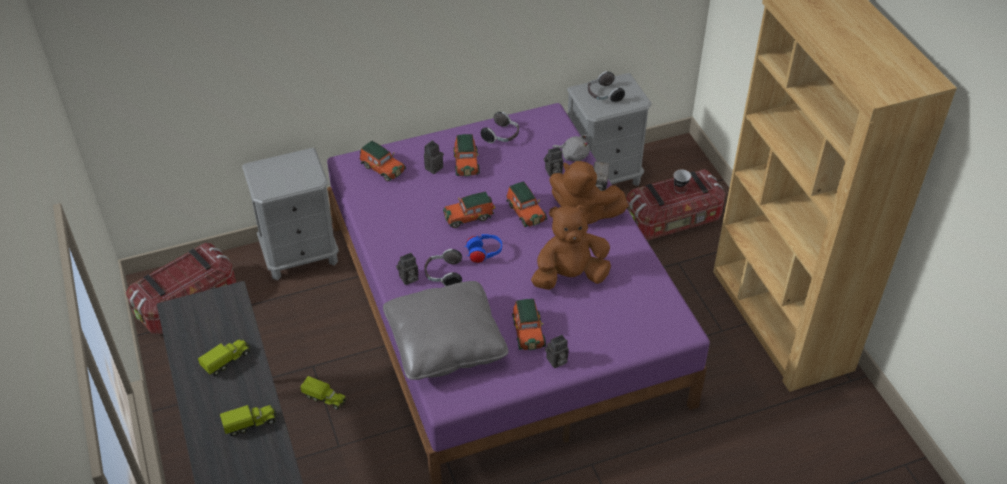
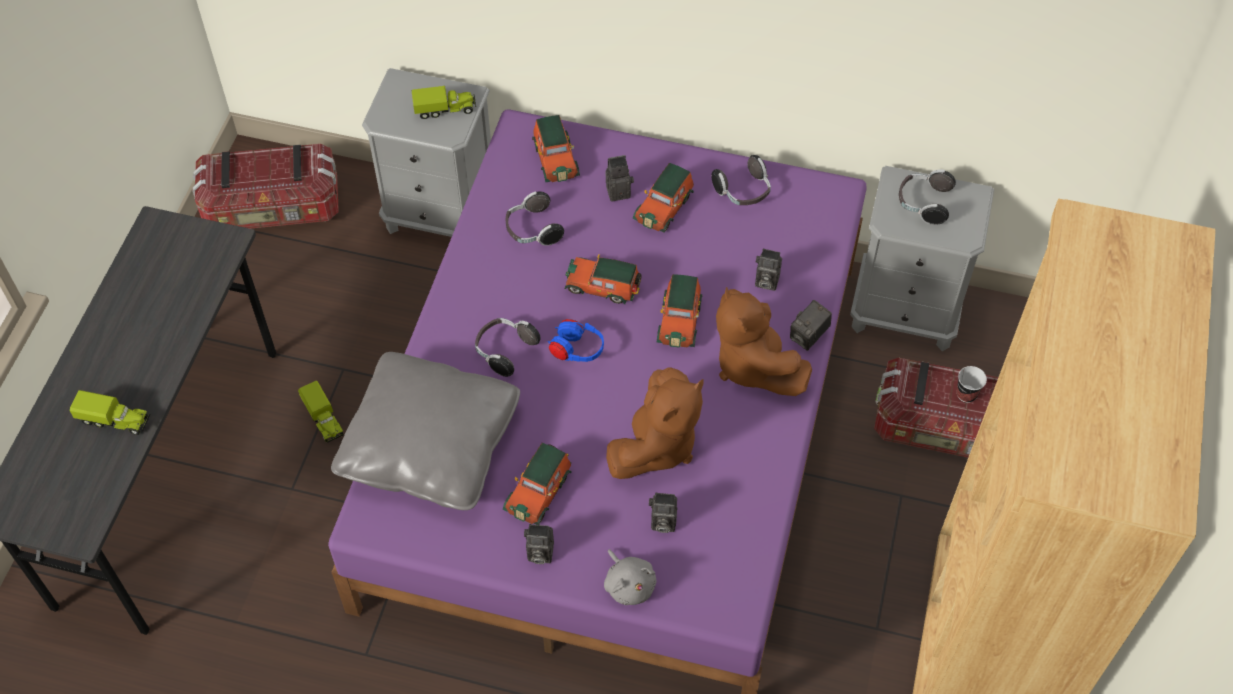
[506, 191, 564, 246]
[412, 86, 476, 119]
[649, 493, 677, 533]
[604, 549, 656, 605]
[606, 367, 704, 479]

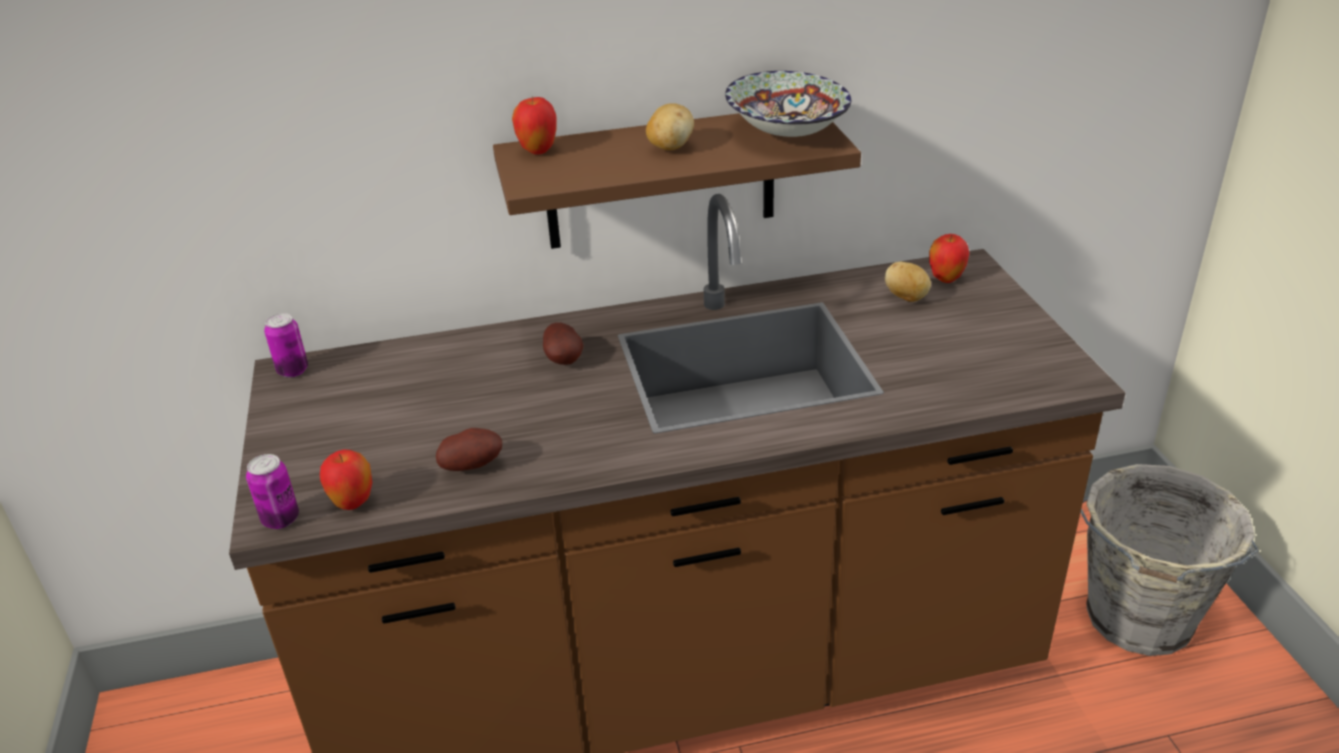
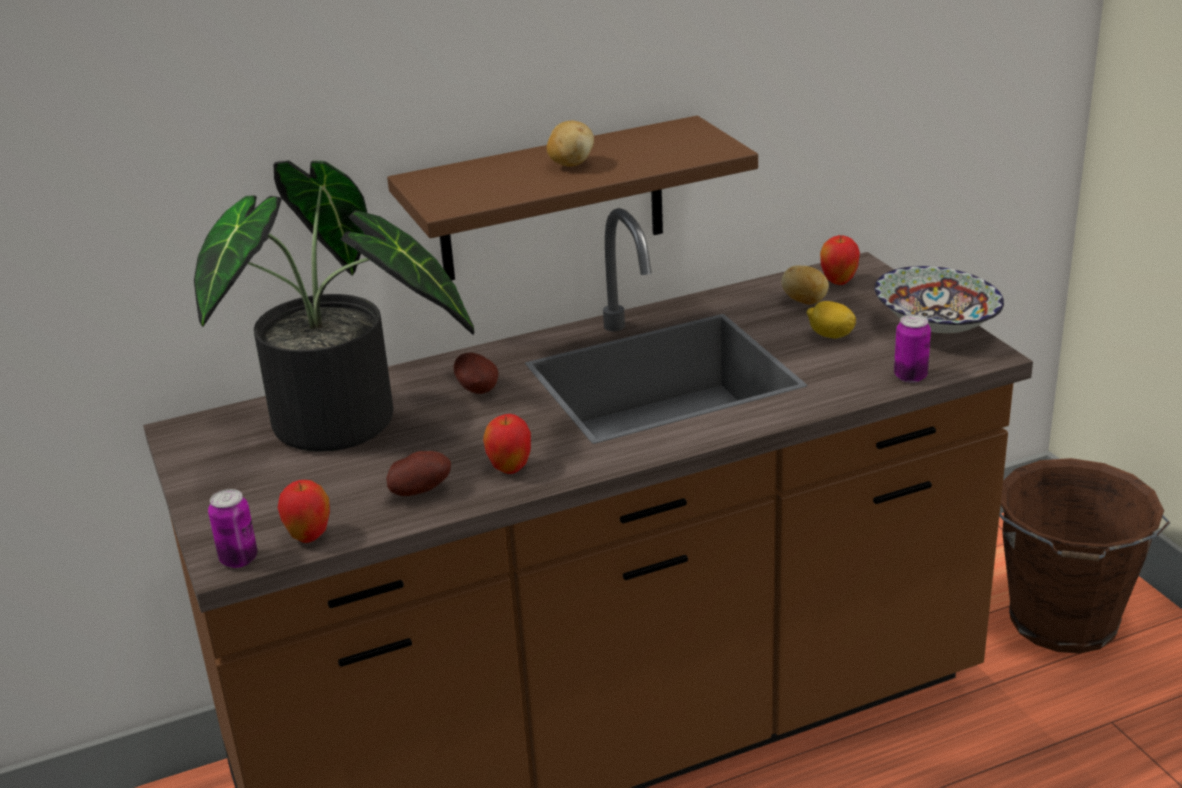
[194, 160, 474, 452]
[807, 301, 856, 339]
[894, 314, 931, 383]
[483, 414, 531, 474]
[874, 266, 1004, 333]
[999, 458, 1170, 653]

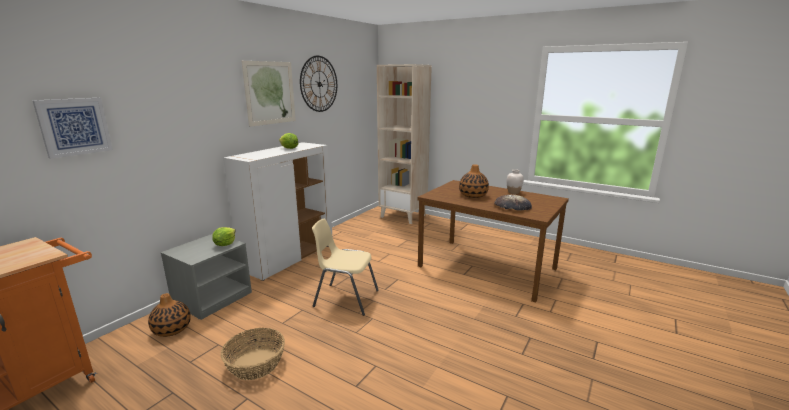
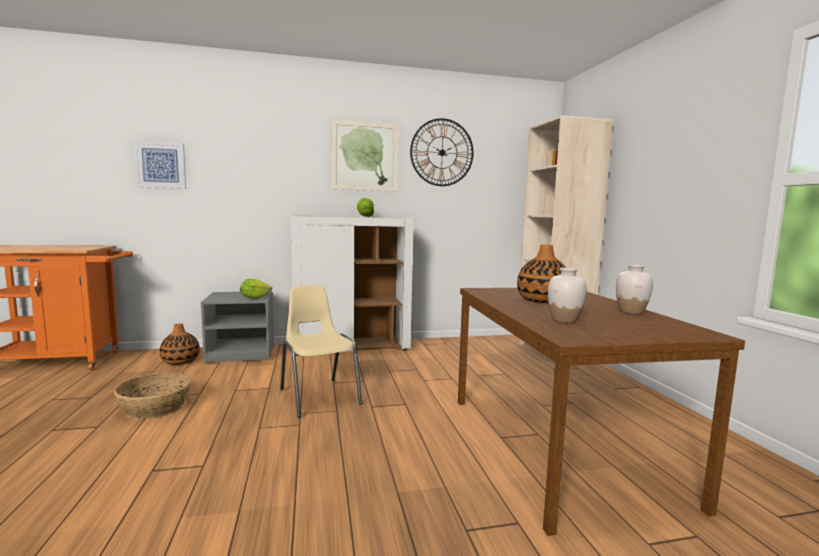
[548, 268, 587, 323]

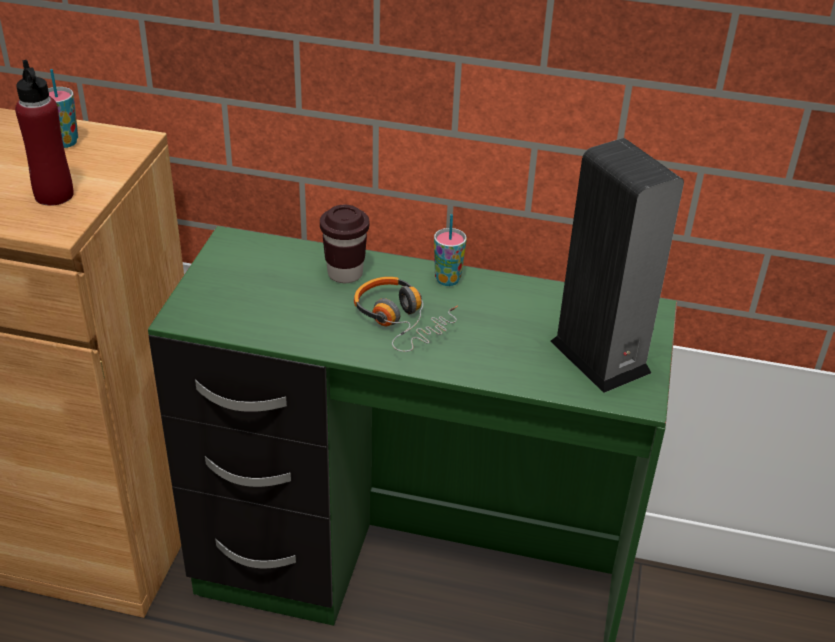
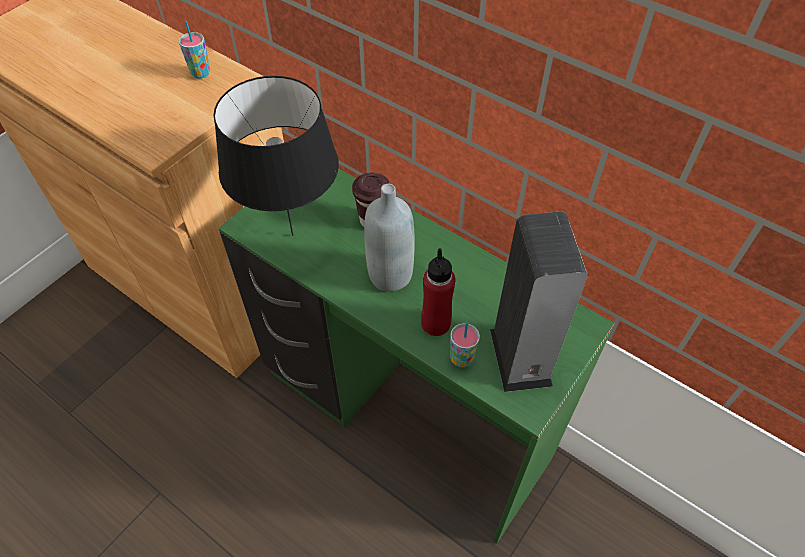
[214, 76, 339, 236]
[421, 248, 455, 336]
[450, 322, 480, 368]
[364, 184, 415, 292]

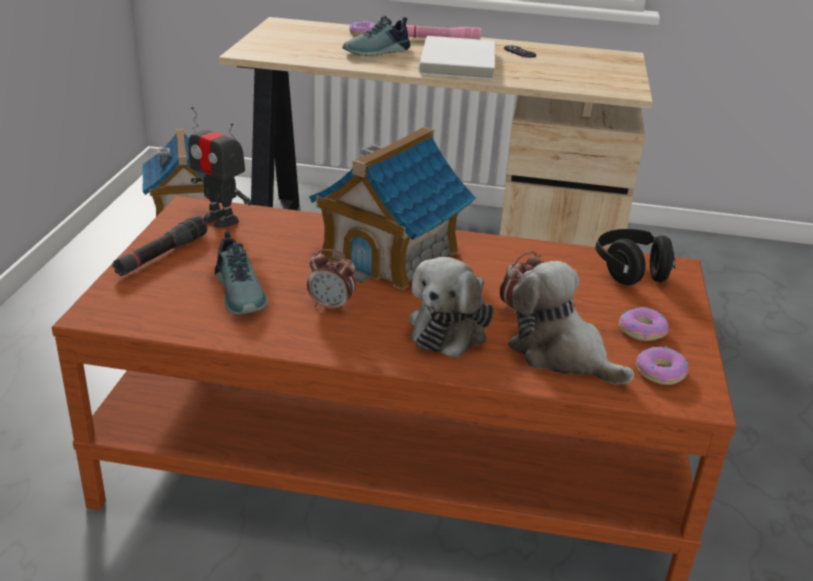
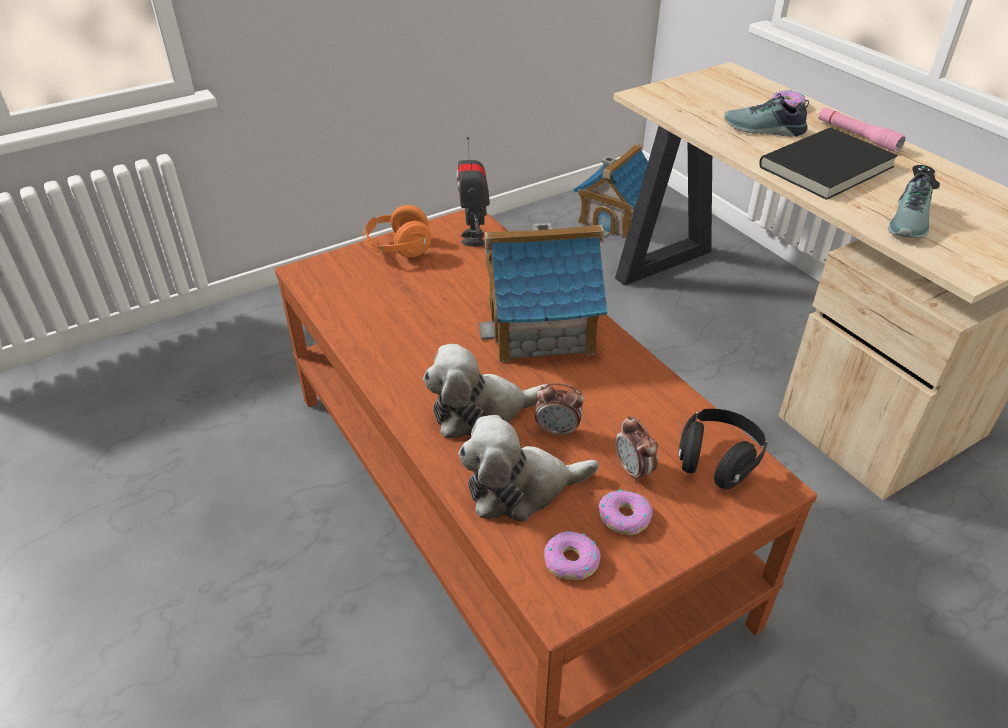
[888, 167, 933, 238]
[615, 415, 658, 483]
[363, 205, 431, 257]
[759, 127, 898, 200]
[458, 415, 599, 522]

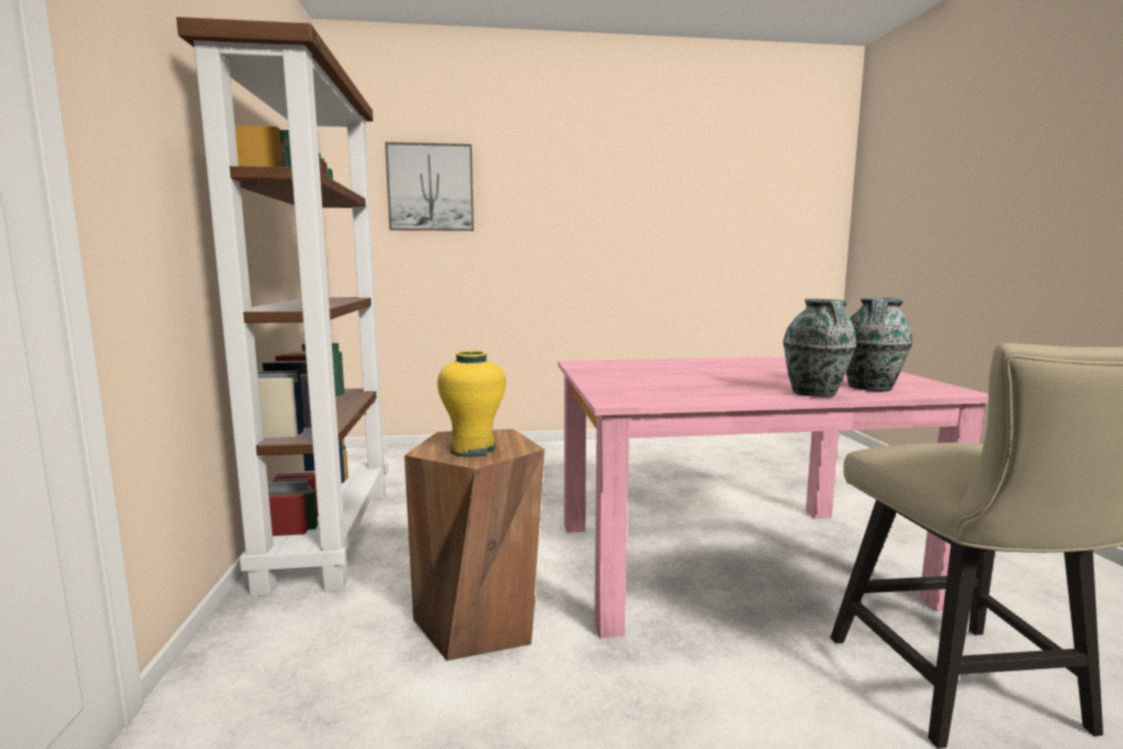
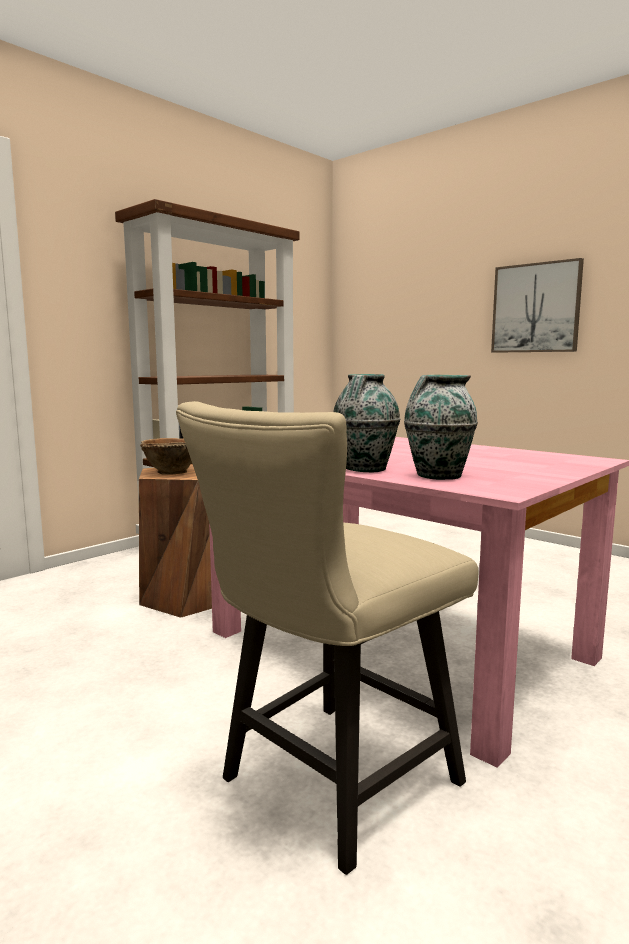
[491, 258, 584, 353]
[140, 438, 192, 475]

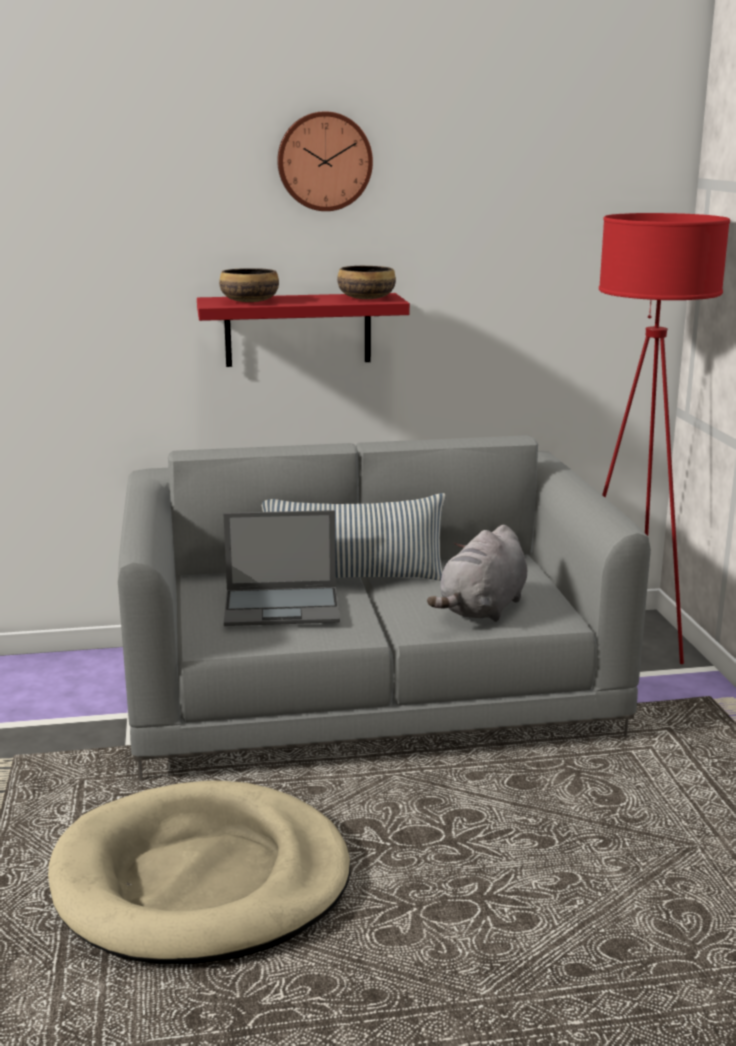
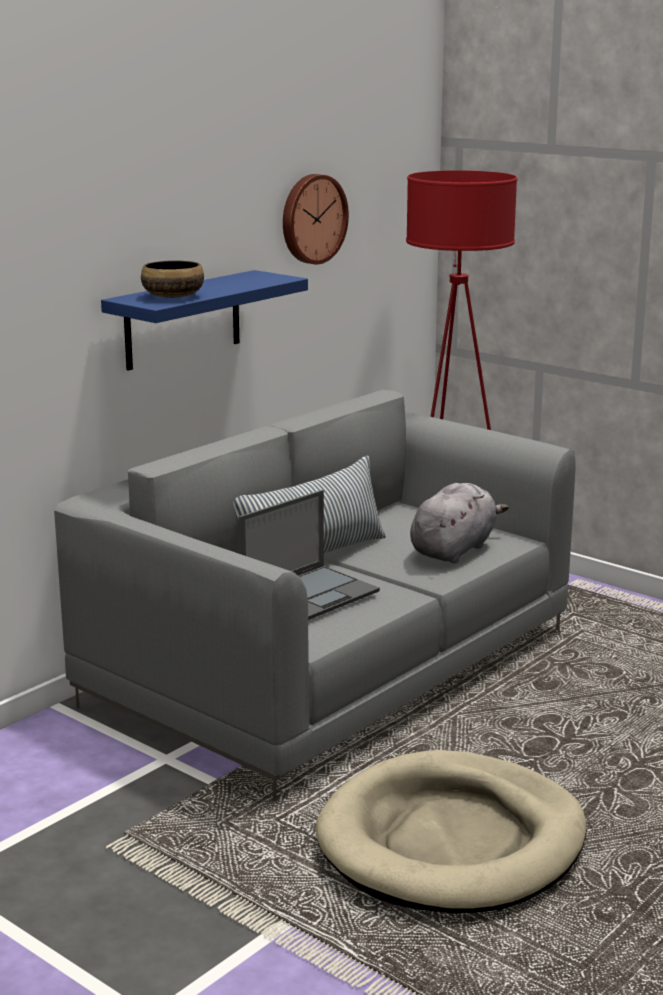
[337, 266, 396, 299] (first image)
[283, 174, 349, 264]
[101, 270, 308, 370]
[410, 483, 509, 563]

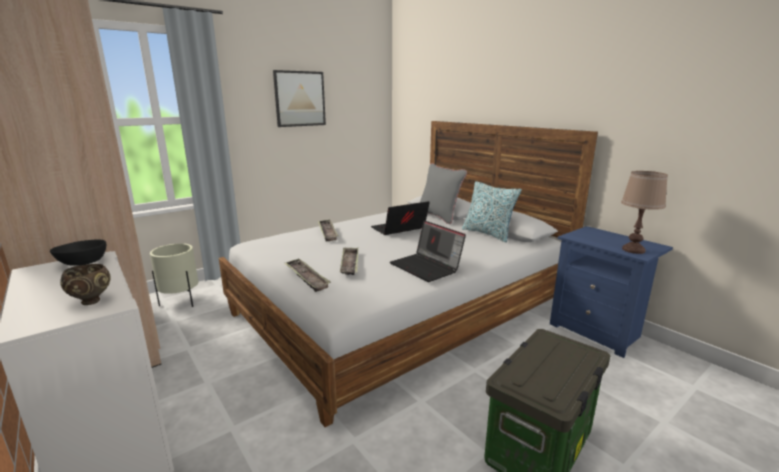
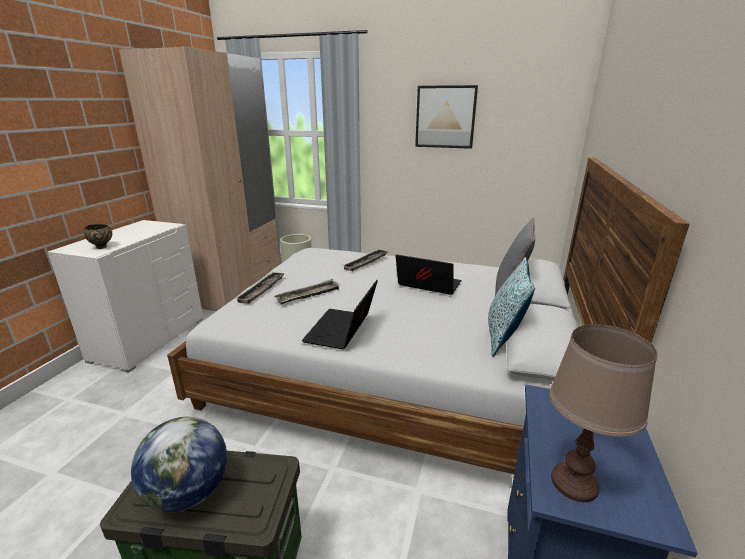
[50, 239, 106, 266] (first image)
[131, 417, 227, 513]

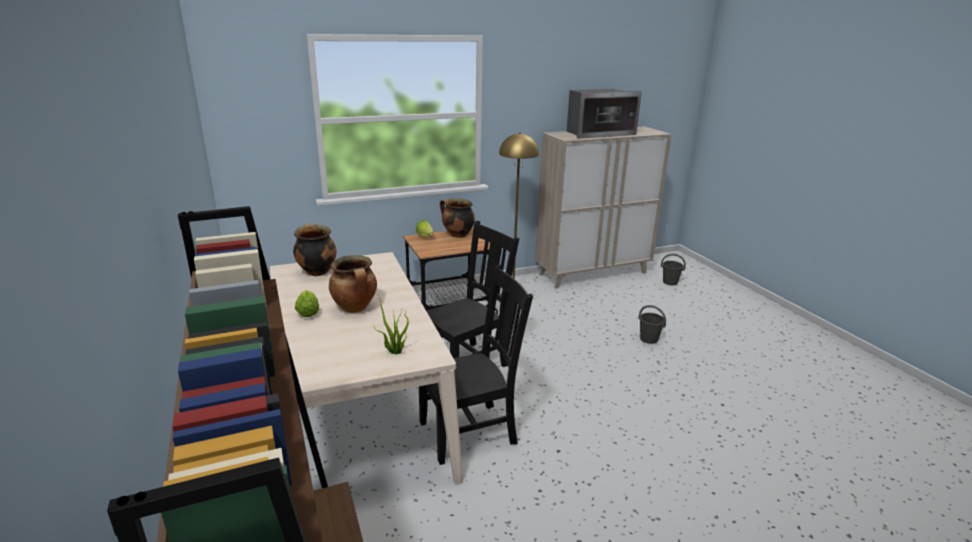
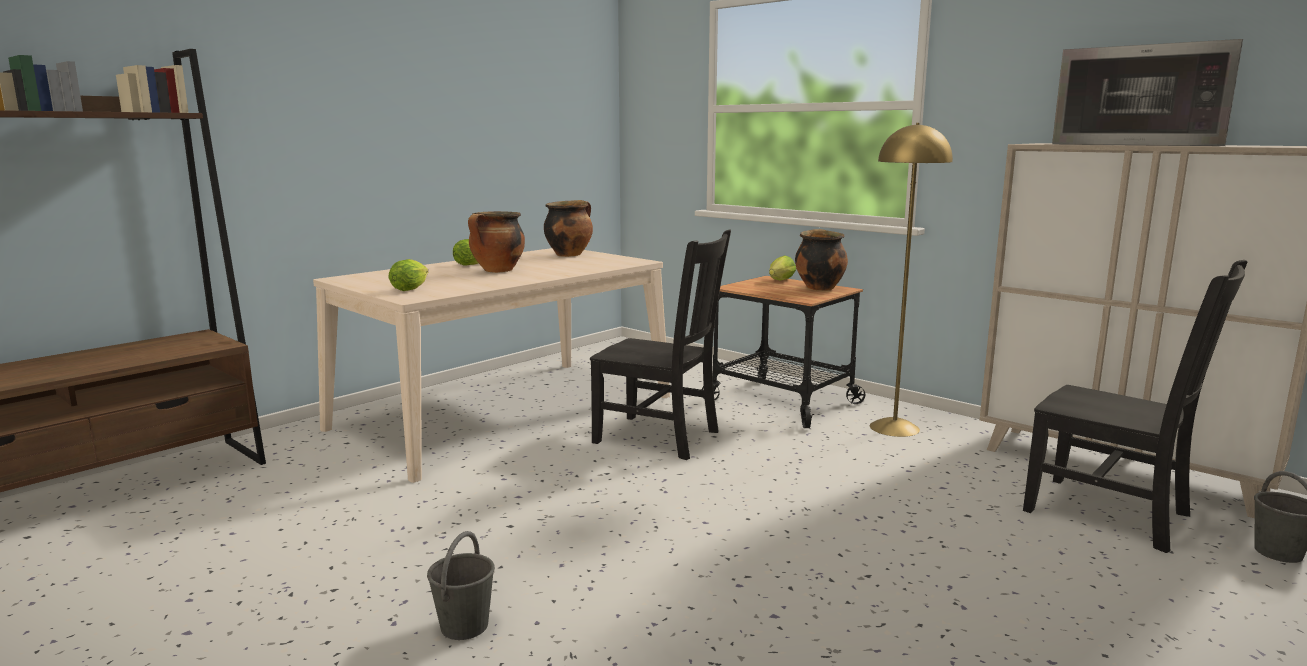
[1023, 260, 1247, 553]
[427, 531, 495, 640]
[388, 259, 428, 291]

